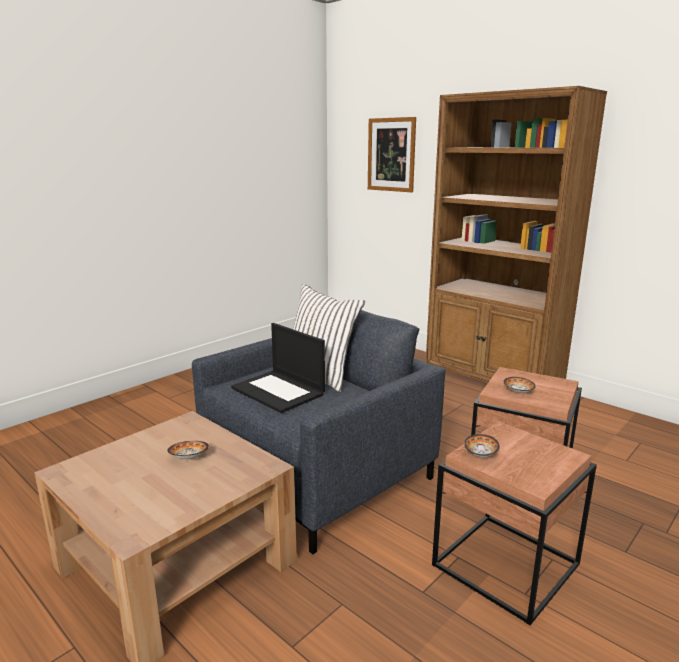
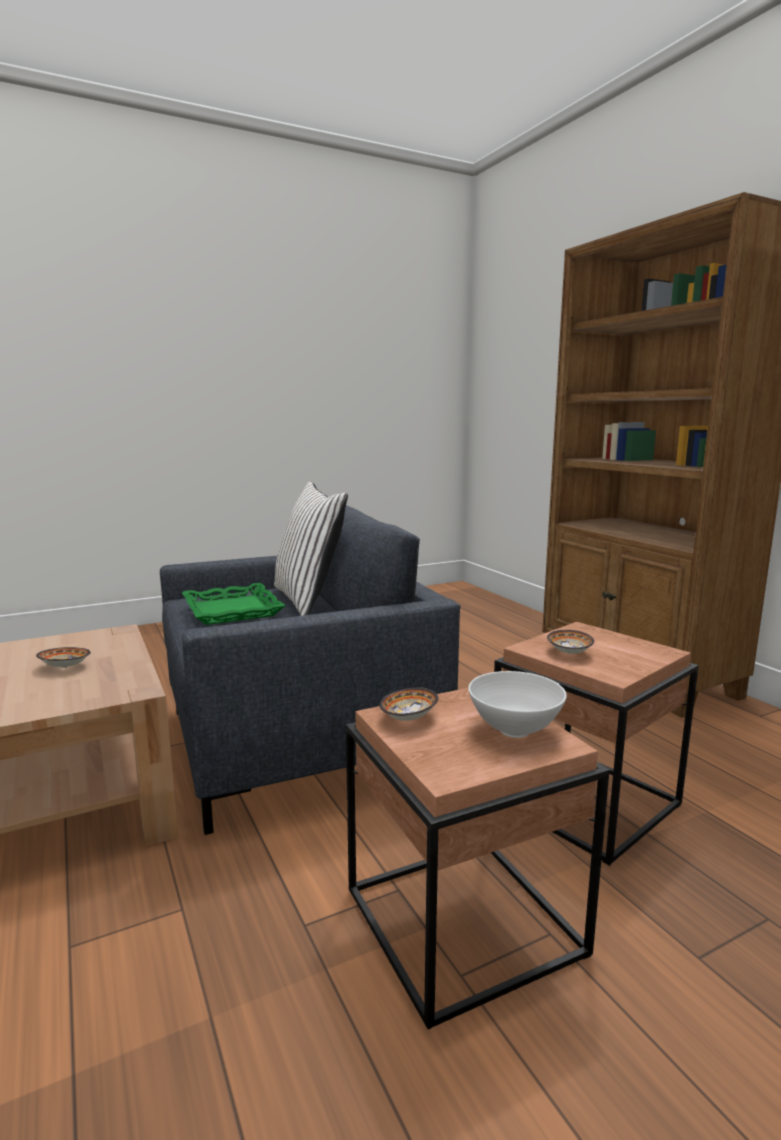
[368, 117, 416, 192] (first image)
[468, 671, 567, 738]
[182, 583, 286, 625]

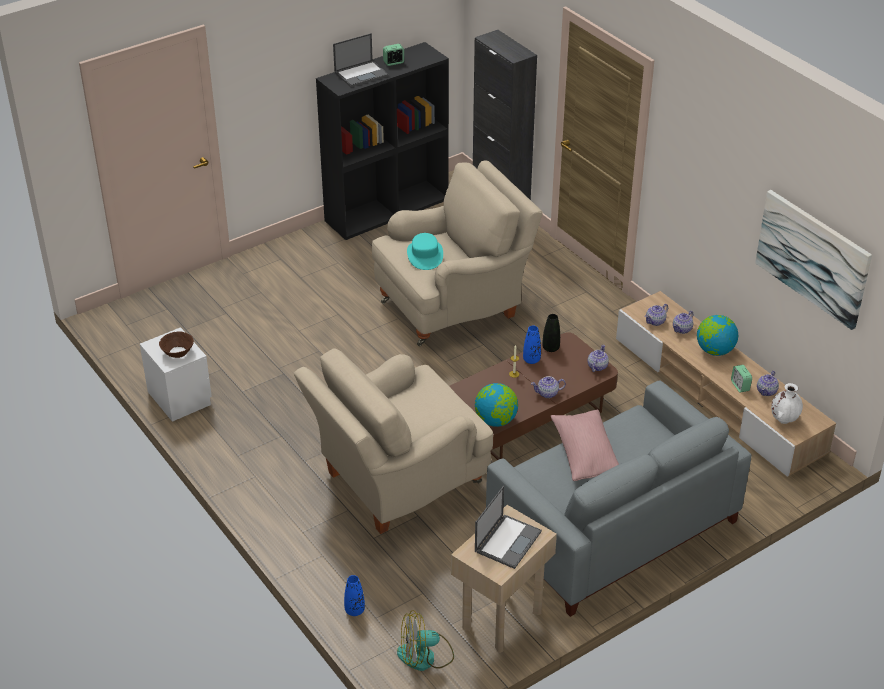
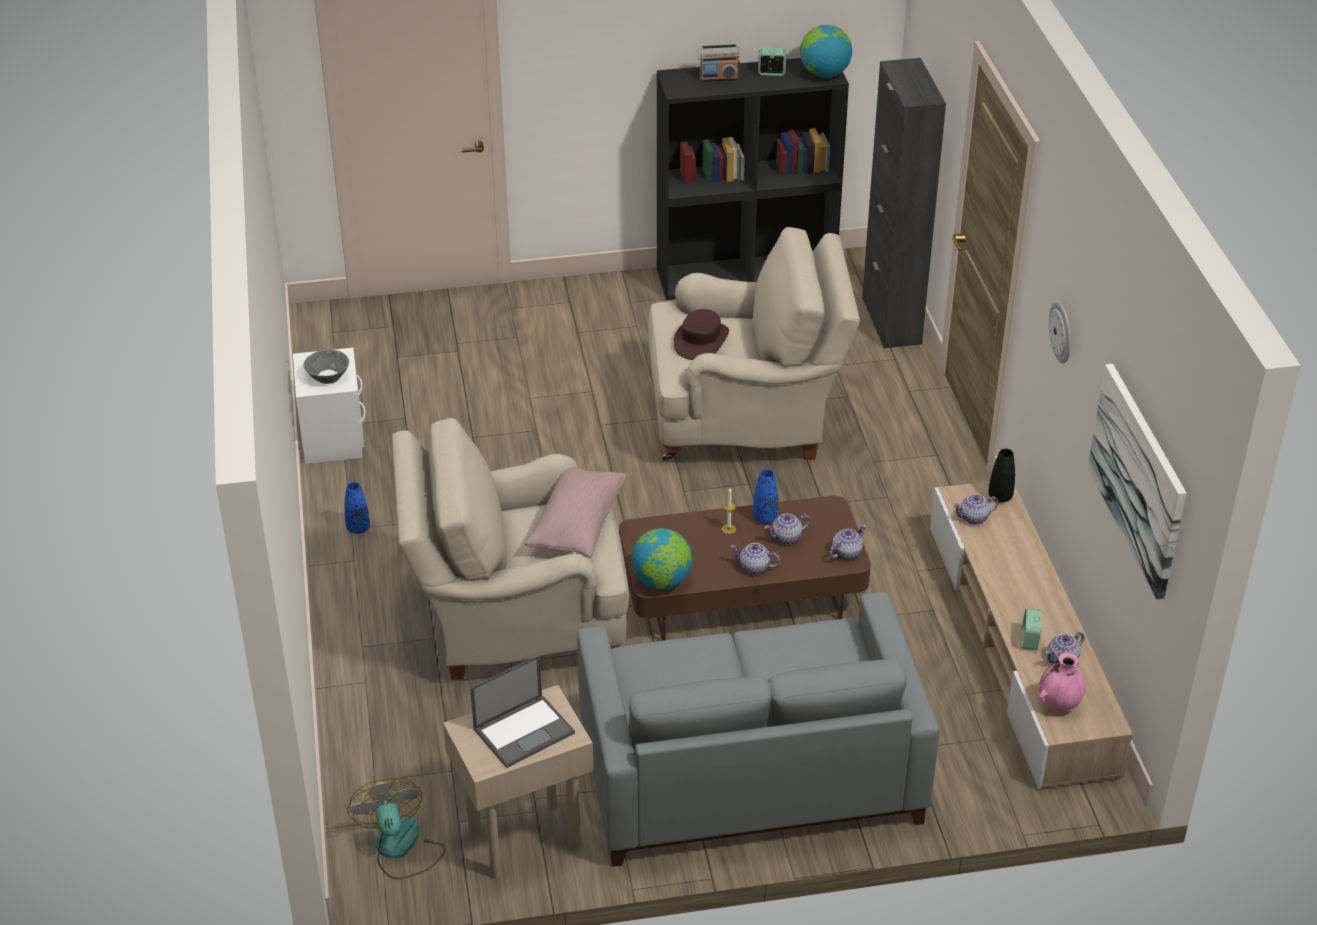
[1049, 302, 1071, 363]
[344, 482, 370, 534]
[988, 449, 1015, 502]
[524, 467, 627, 558]
[764, 513, 810, 545]
[800, 25, 852, 78]
[698, 44, 740, 82]
[303, 350, 349, 384]
[673, 309, 729, 360]
[1039, 653, 1086, 711]
[347, 777, 446, 879]

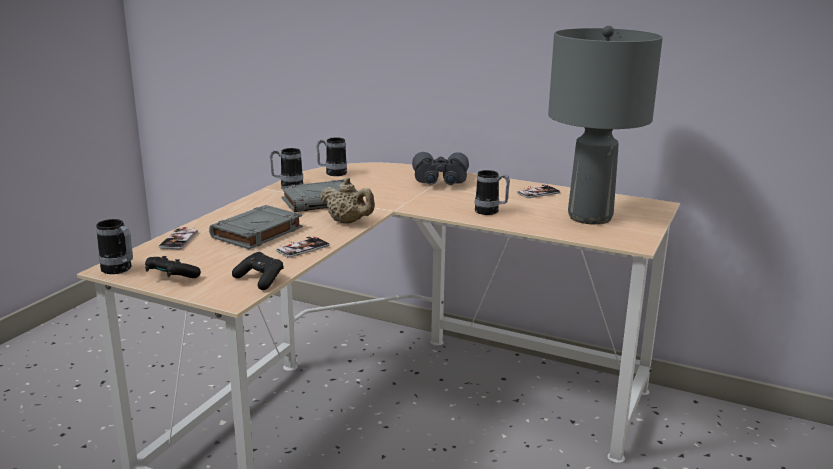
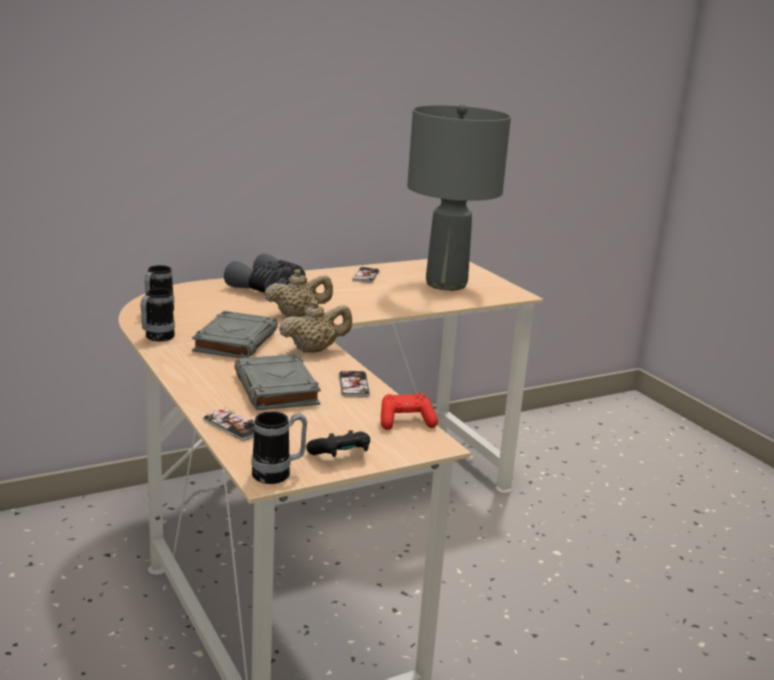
[475, 170, 510, 215] (first image)
[264, 269, 333, 317]
[381, 393, 438, 430]

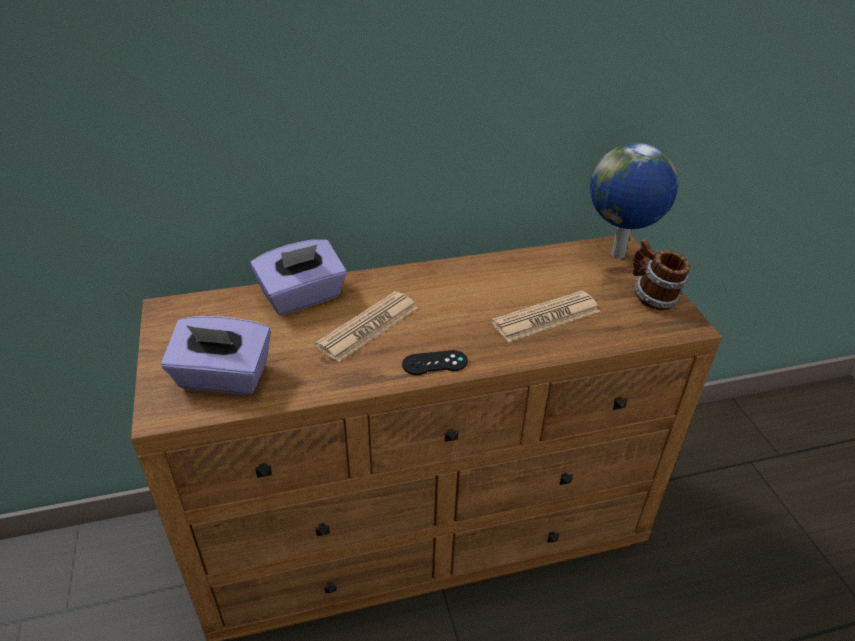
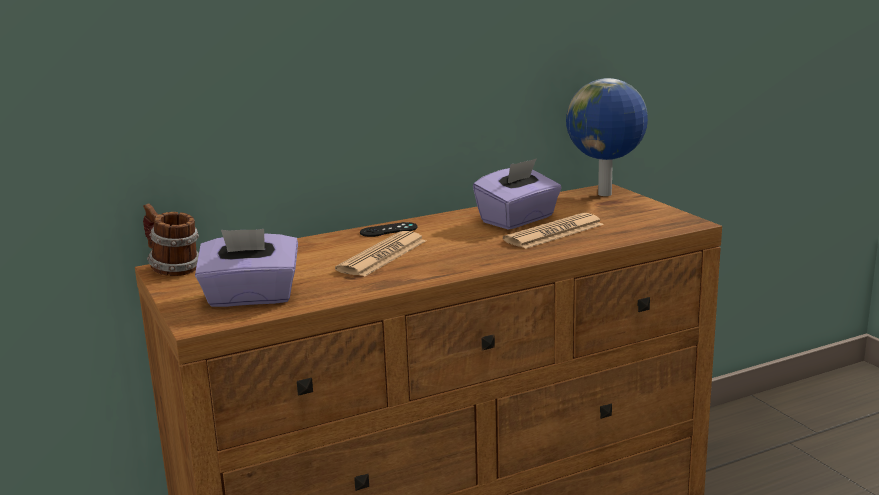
[473, 158, 562, 230]
[360, 222, 417, 237]
[143, 203, 199, 276]

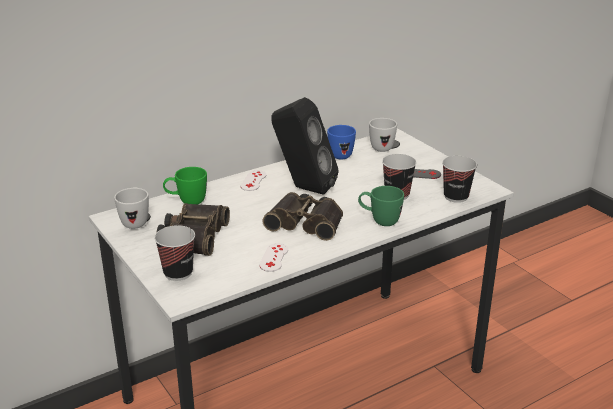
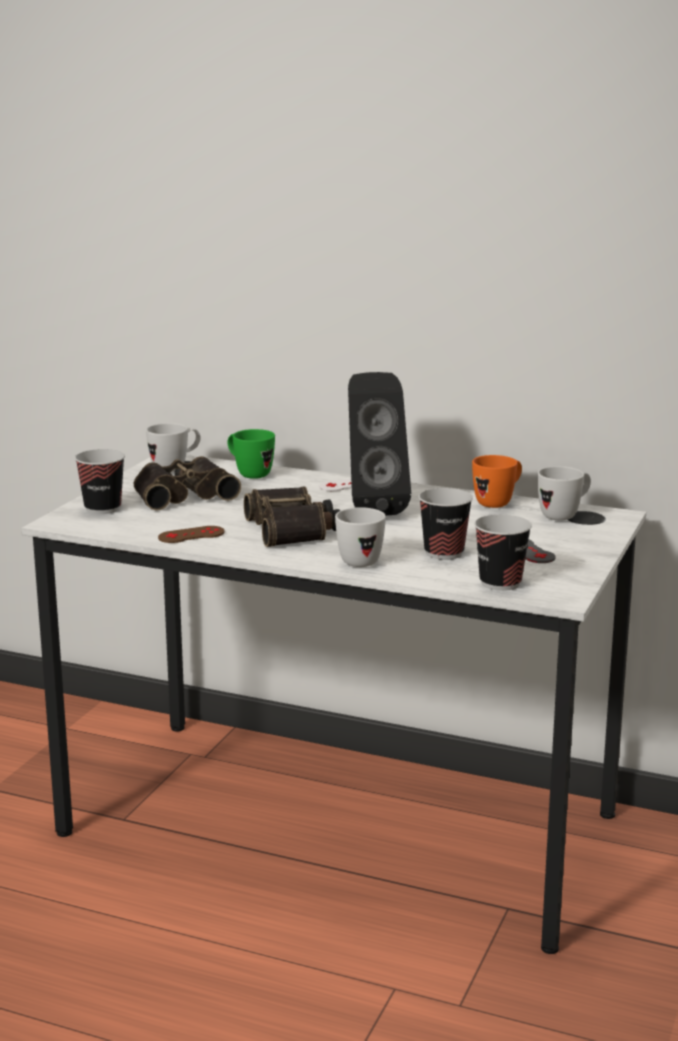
[158, 526, 225, 543]
[472, 455, 522, 508]
[335, 507, 386, 567]

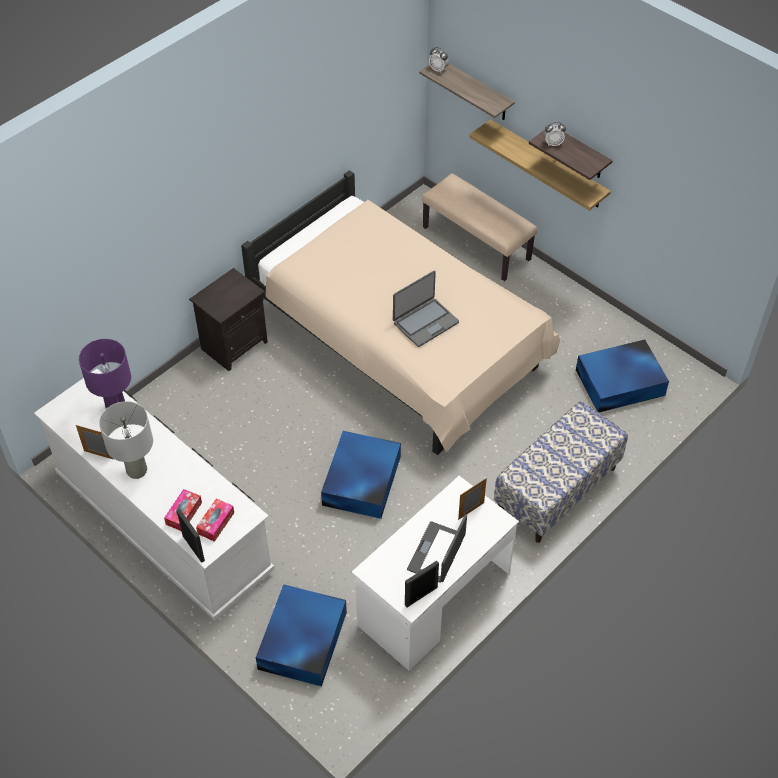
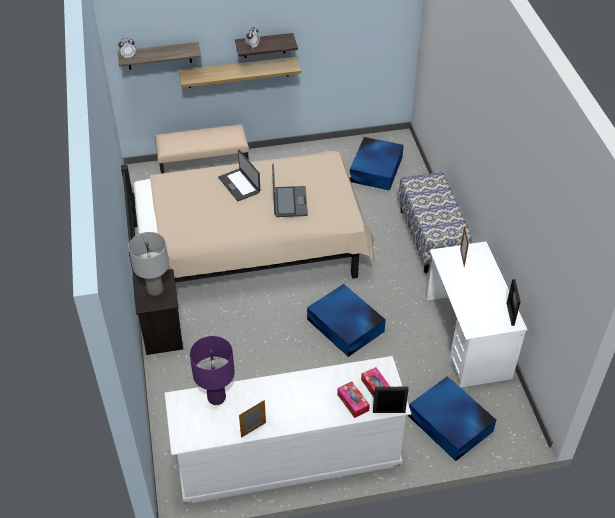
[128, 232, 169, 296]
[218, 150, 260, 201]

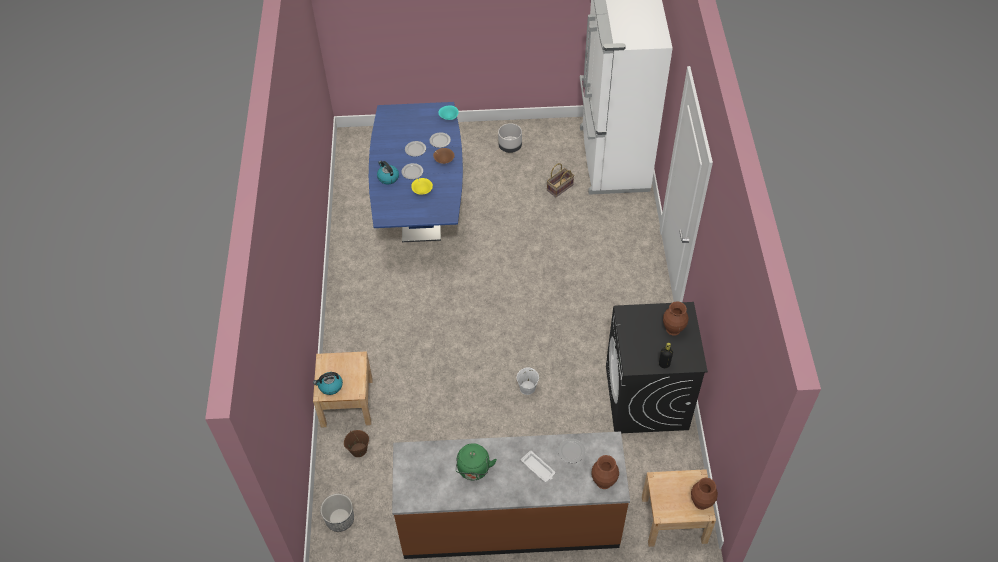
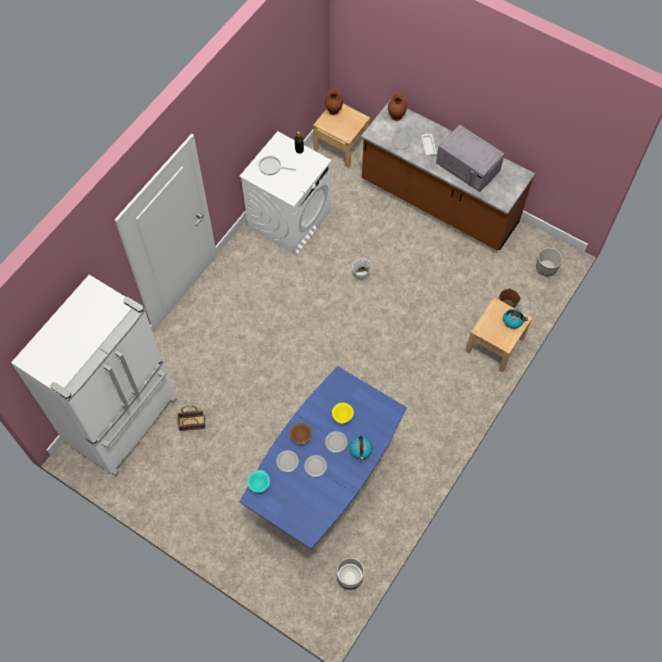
[337, 558, 364, 590]
[436, 125, 504, 192]
[257, 155, 296, 175]
[239, 131, 331, 255]

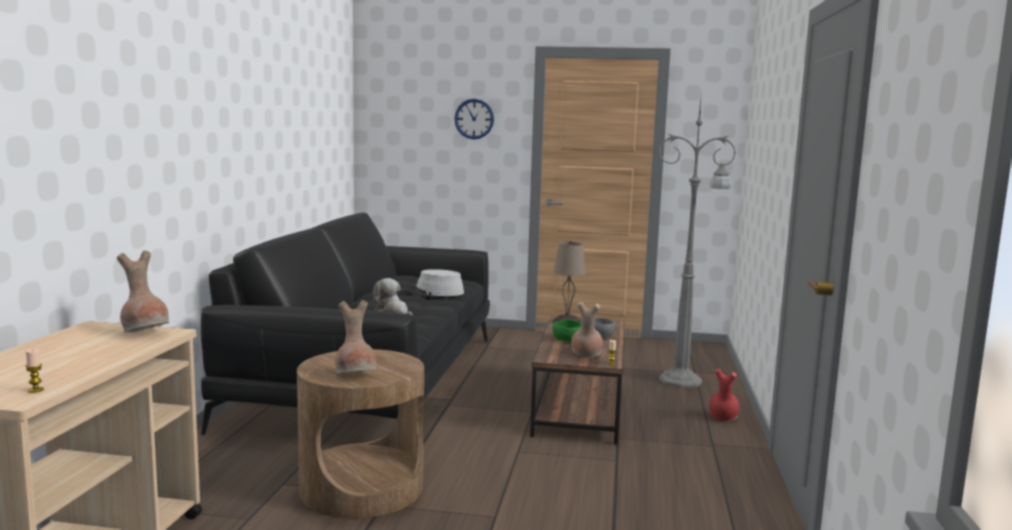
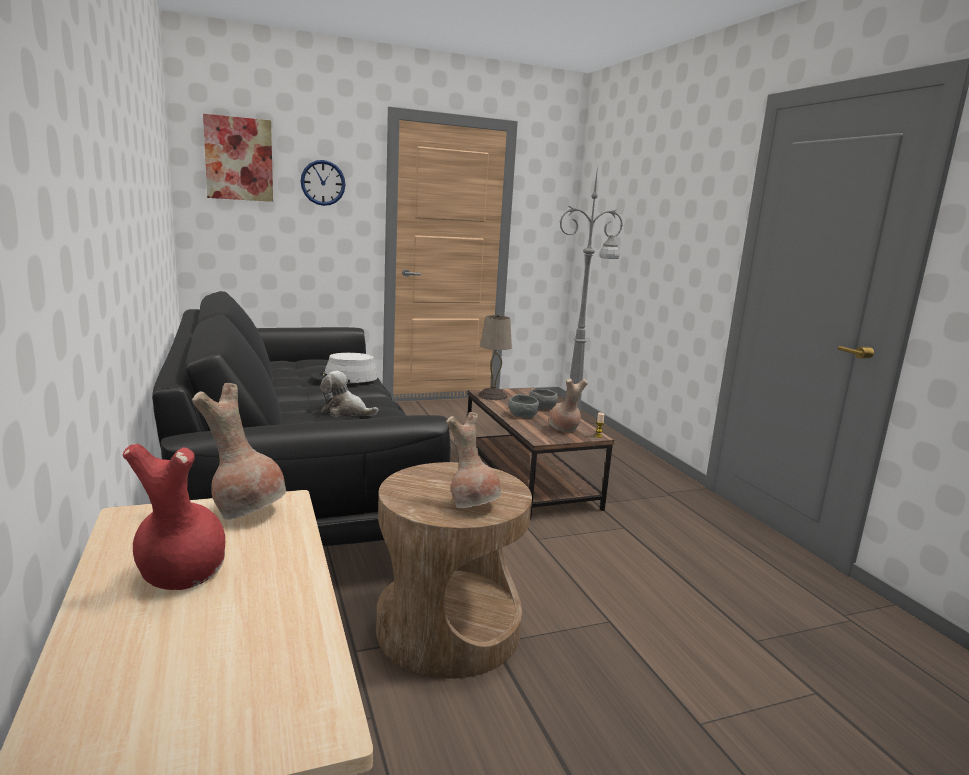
[25, 348, 44, 393] (first image)
[203, 114, 273, 202]
[122, 444, 225, 590]
[509, 394, 539, 418]

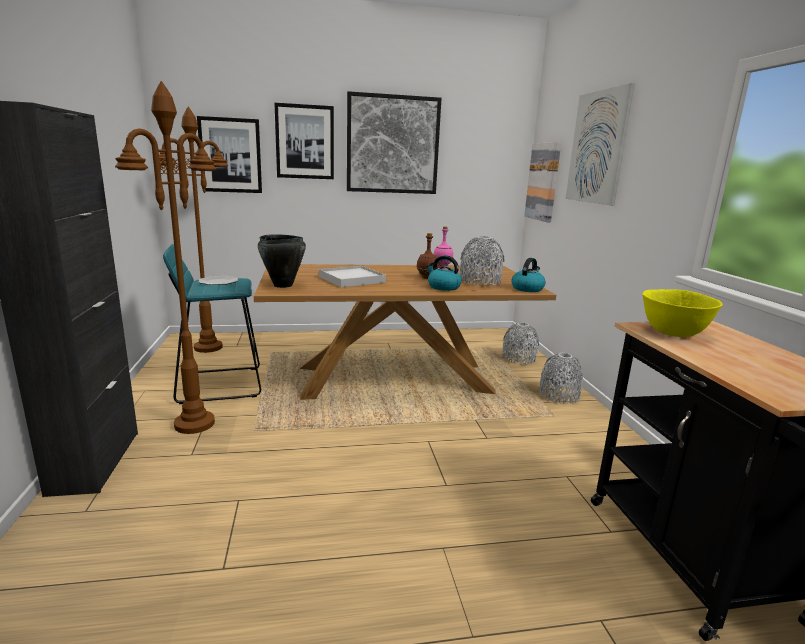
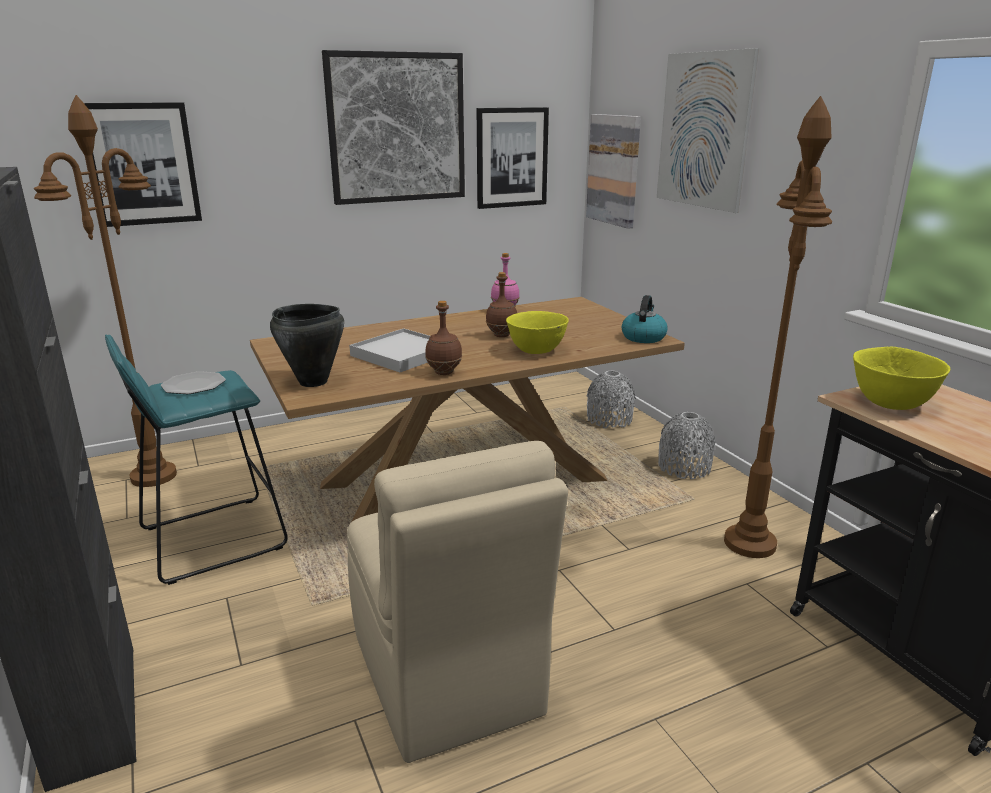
[460, 236, 504, 286] (first image)
[347, 441, 568, 763]
[425, 301, 462, 375]
[724, 96, 832, 558]
[477, 107, 549, 209]
[506, 311, 569, 354]

